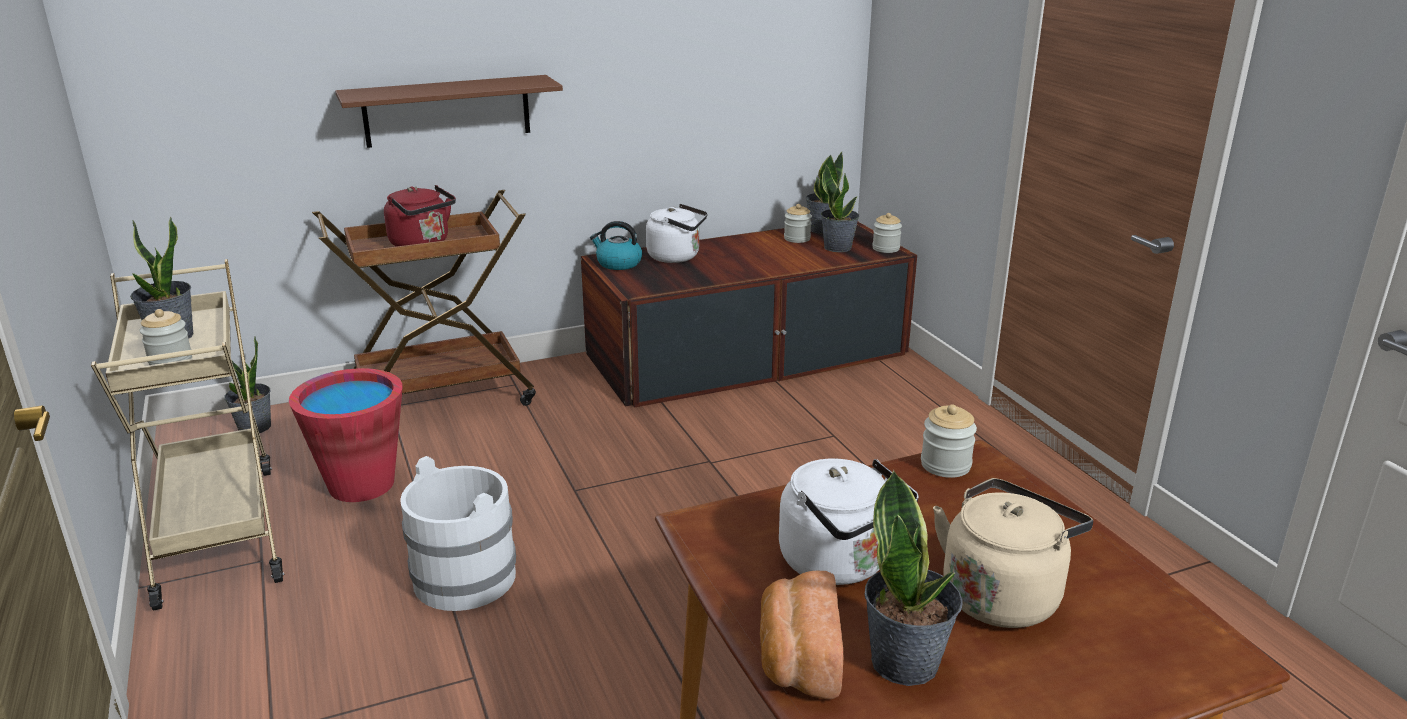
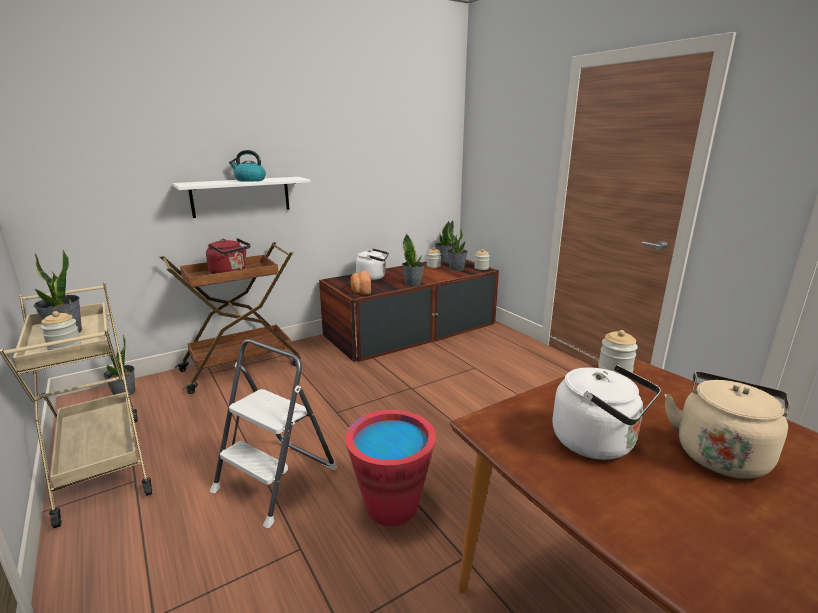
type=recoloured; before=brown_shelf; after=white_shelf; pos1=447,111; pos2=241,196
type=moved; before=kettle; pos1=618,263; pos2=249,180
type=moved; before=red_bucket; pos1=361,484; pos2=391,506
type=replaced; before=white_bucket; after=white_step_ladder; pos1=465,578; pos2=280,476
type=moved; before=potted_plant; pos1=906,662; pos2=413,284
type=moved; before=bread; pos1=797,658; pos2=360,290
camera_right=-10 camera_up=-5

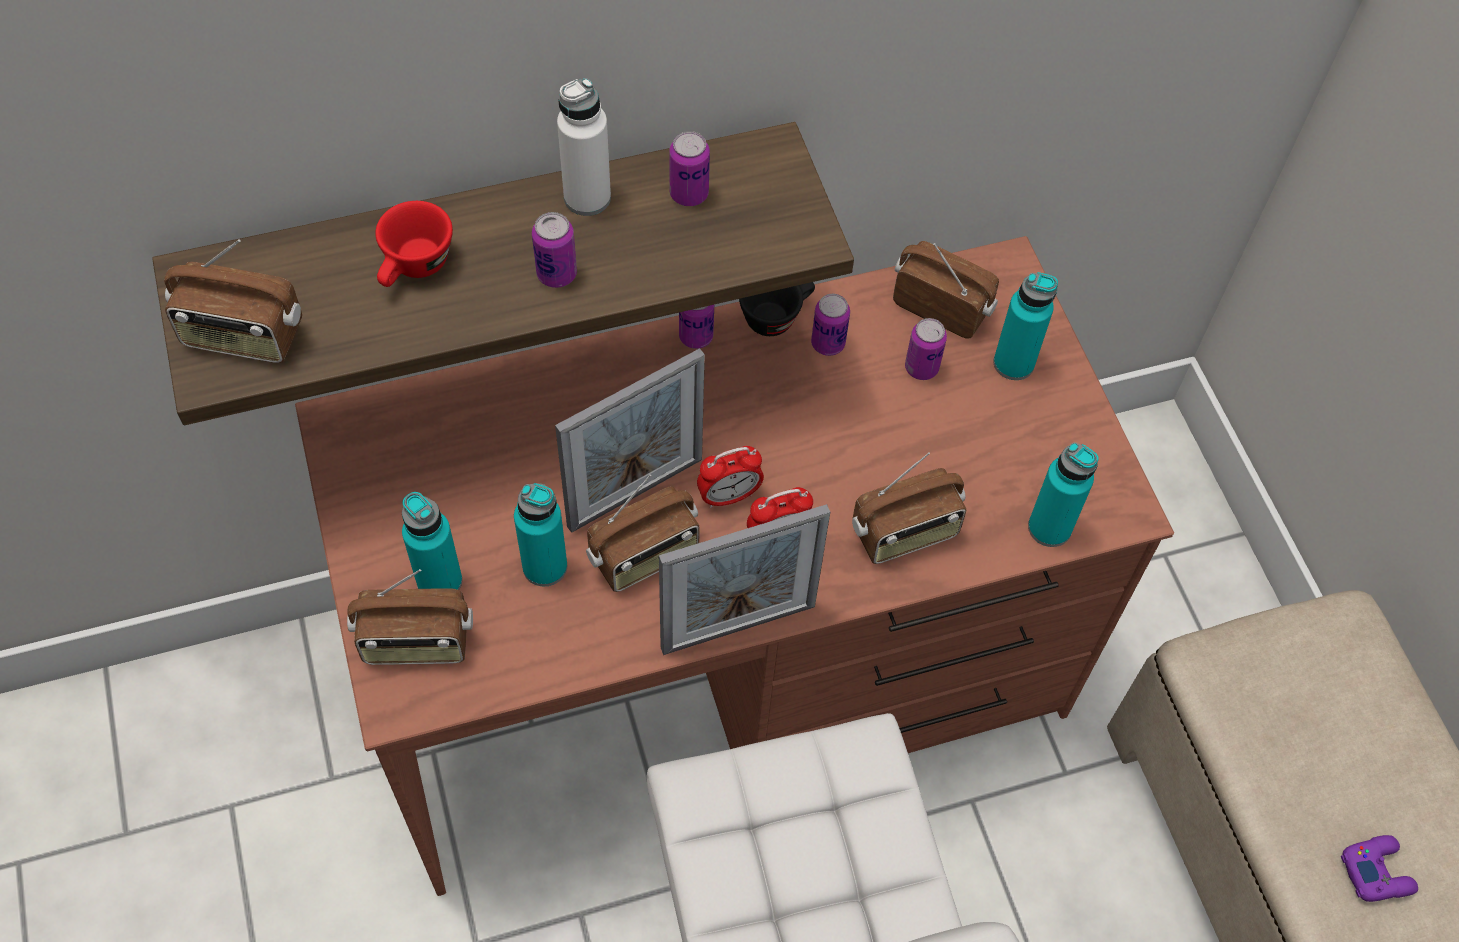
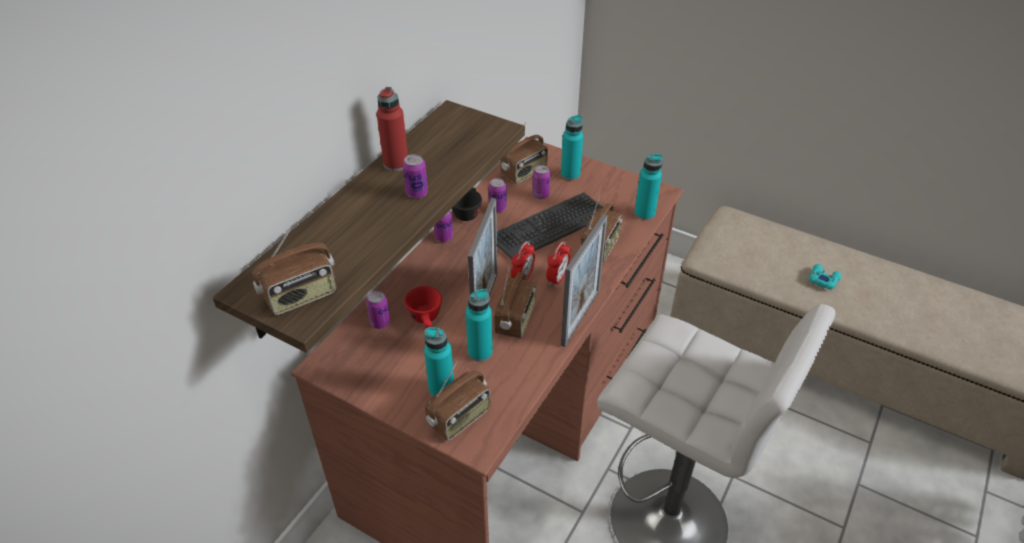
type=recoloured; before=white_bottle; after=red_bottle; pos1=587,198; pos2=396,164
type=moved; before=can; pos1=689,194; pos2=380,322
type=moved; before=red_cup; pos1=414,268; pos2=426,319
type=turned; before=radio; pos1=941,307; pos2=524,173; turn=150
type=recoloured; before=purple_game_controller; after=turquoise_game_controller; pos1=1377,871; pos2=823,279
type=added; after=keyboard; pos2=549,226
camera_right=-40 camera_up=-15

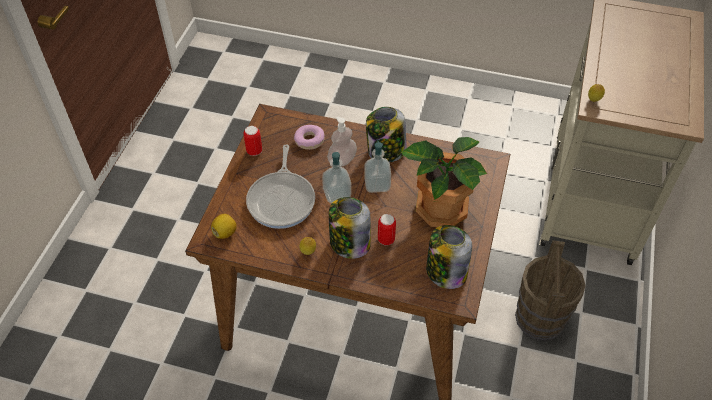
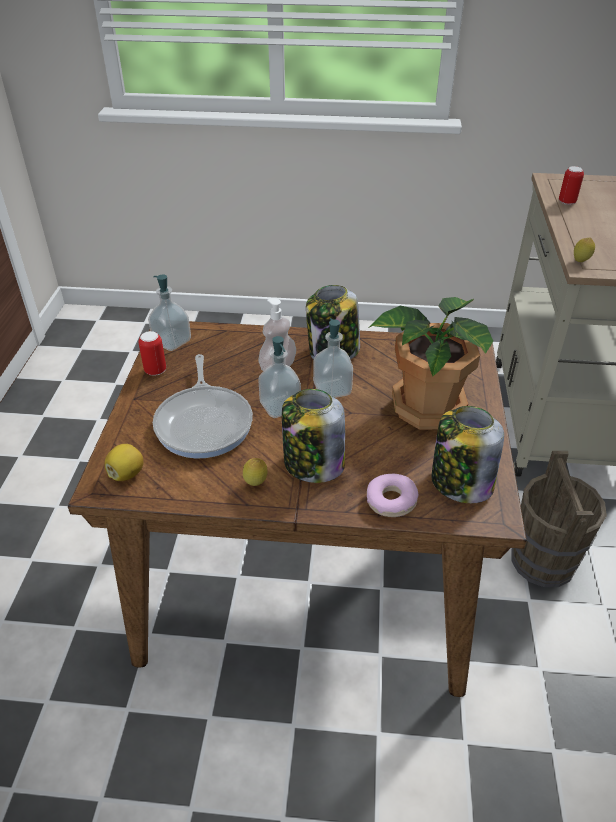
type=moved; before=donut; pos1=309,140; pos2=391,501
type=moved; before=can; pos1=386,239; pos2=567,202
type=added; after=soap_dispenser; pos2=172,341
camera_right=-10 camera_up=-10

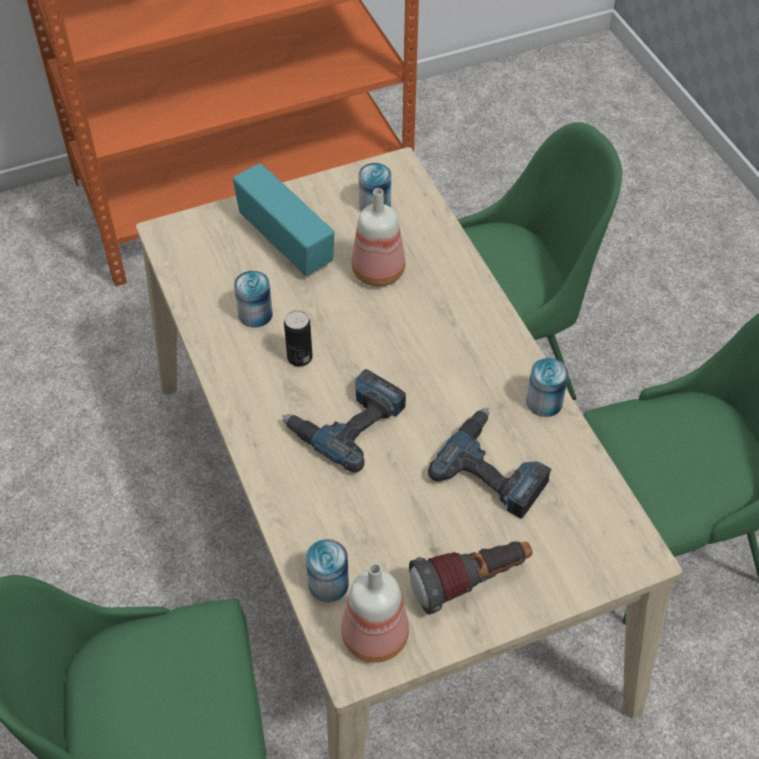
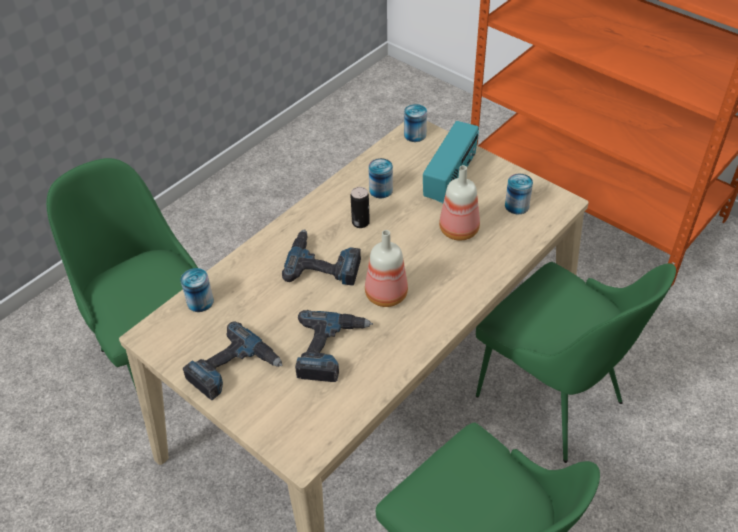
type=moved; before=can; pos1=544,402; pos2=415,135
type=replaced; before=flashlight; after=power_drill; pos1=471,582; pos2=233,369
type=moved; before=bottle; pos1=376,638; pos2=385,295
camera_right=65 camera_up=-5

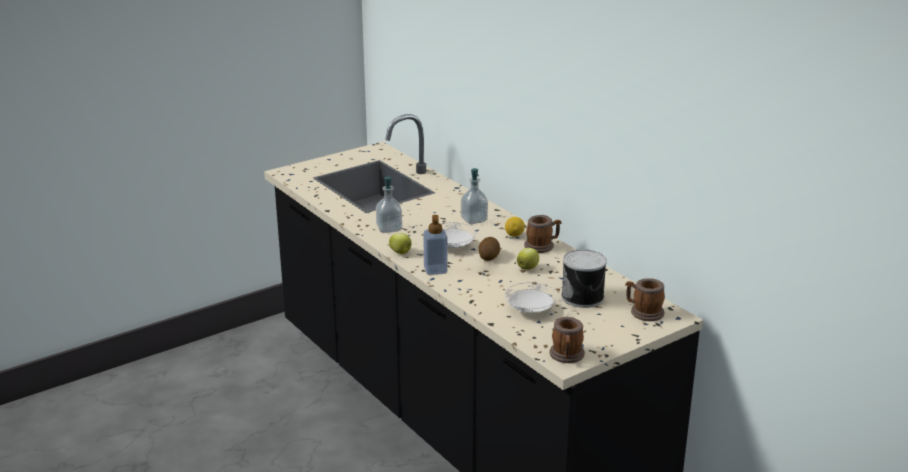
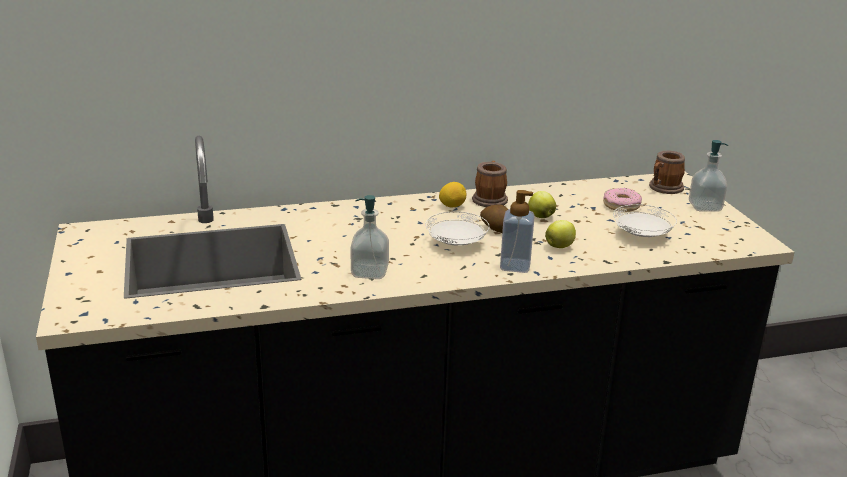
type=moved; before=soap_dispenser; pos1=474,219; pos2=705,207
type=moved; before=apple; pos1=401,253; pos2=560,246
type=replaced; before=can; after=donut; pos1=583,297; pos2=621,205
type=removed; before=mug; pos1=567,356
camera_right=-70 camera_up=0

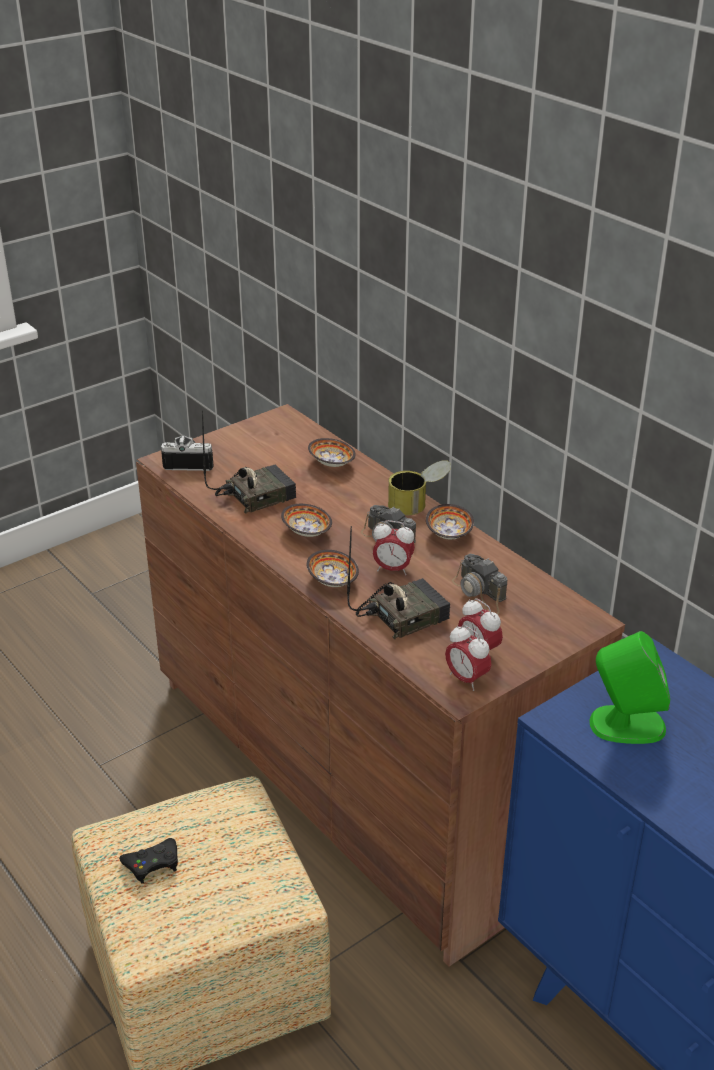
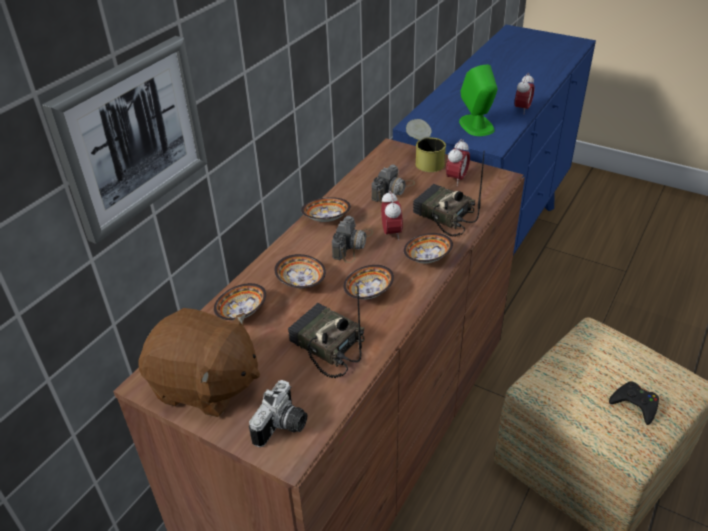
type=turned; before=photo_camera; pos1=189,462; pos2=283,427; turn=-135
type=moved; before=can; pos1=418,504; pos2=425,160
type=moved; before=alarm_clock; pos1=466,679; pos2=522,109
type=added; after=picture; pos2=132,136
type=added; after=bowl; pos2=301,282
type=added; after=brown_plush_toy; pos2=205,385
camera_right=-110 camera_up=5

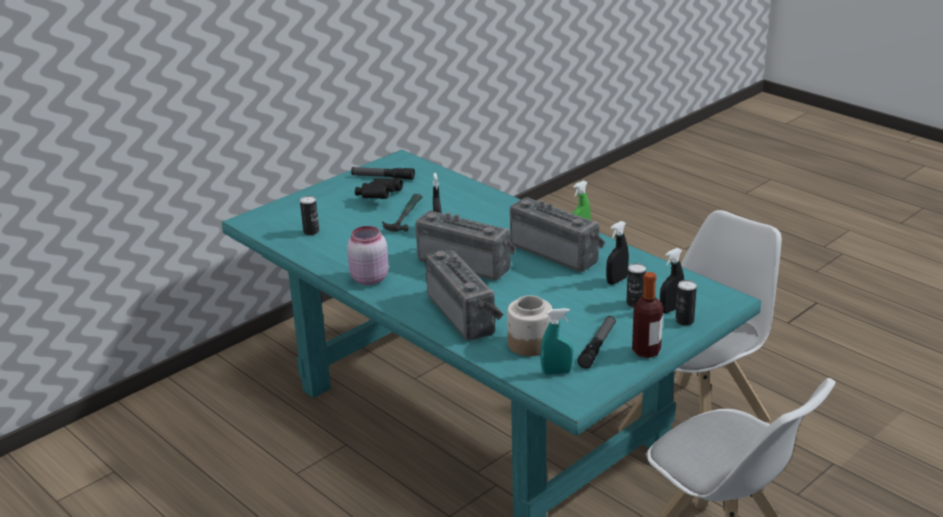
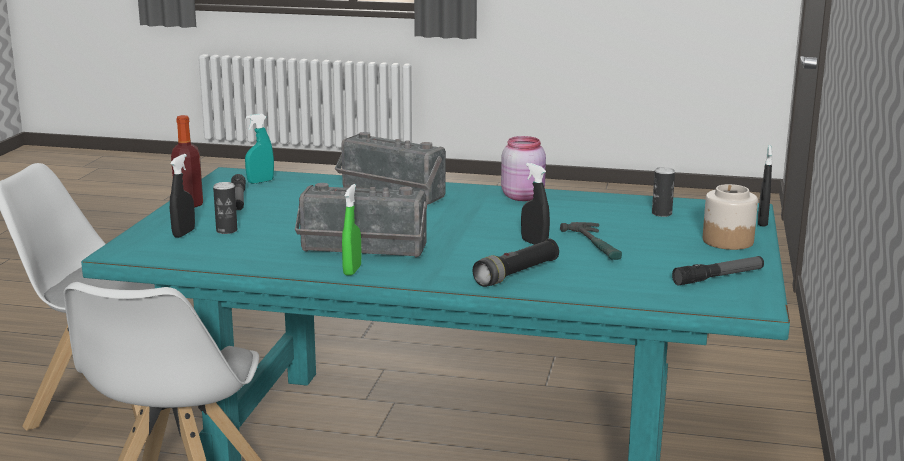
type=removed; before=black_binoculars; pos1=378,197
type=removed; before=radio; pos1=466,262
type=moved; before=black_spray_bottle; pos1=616,280; pos2=762,222
type=removed; before=can; pos1=684,321
type=moved; before=jar; pos1=529,344; pos2=727,241
type=added; after=black_flashlight; pos2=516,274
camera_right=145 camera_up=-10

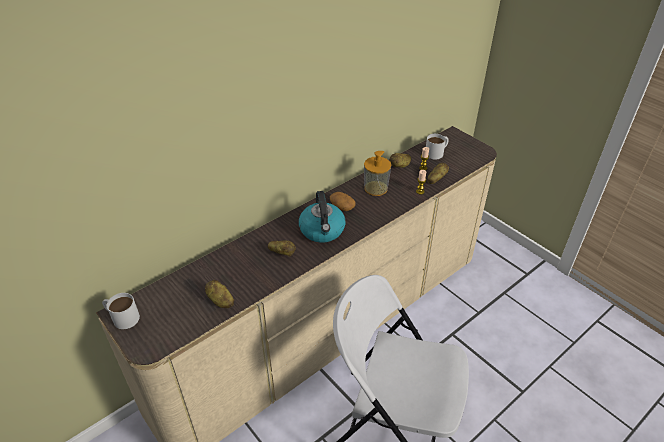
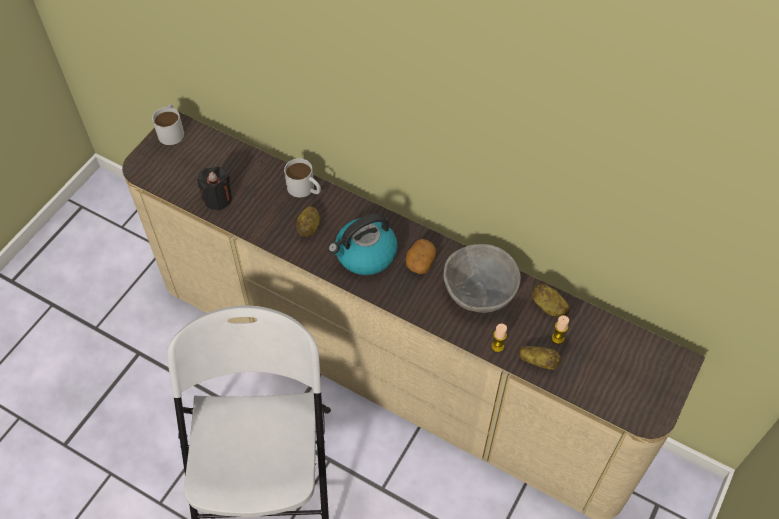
type=moved; before=white_mug; pos1=437,152; pos2=305,189
type=replaced; before=soap_dispenser; after=grey_bowl; pos1=376,188; pos2=479,290
type=replaced; before=potato; after=black_candle; pos1=220,301; pos2=217,199
camera_right=70 camera_up=15

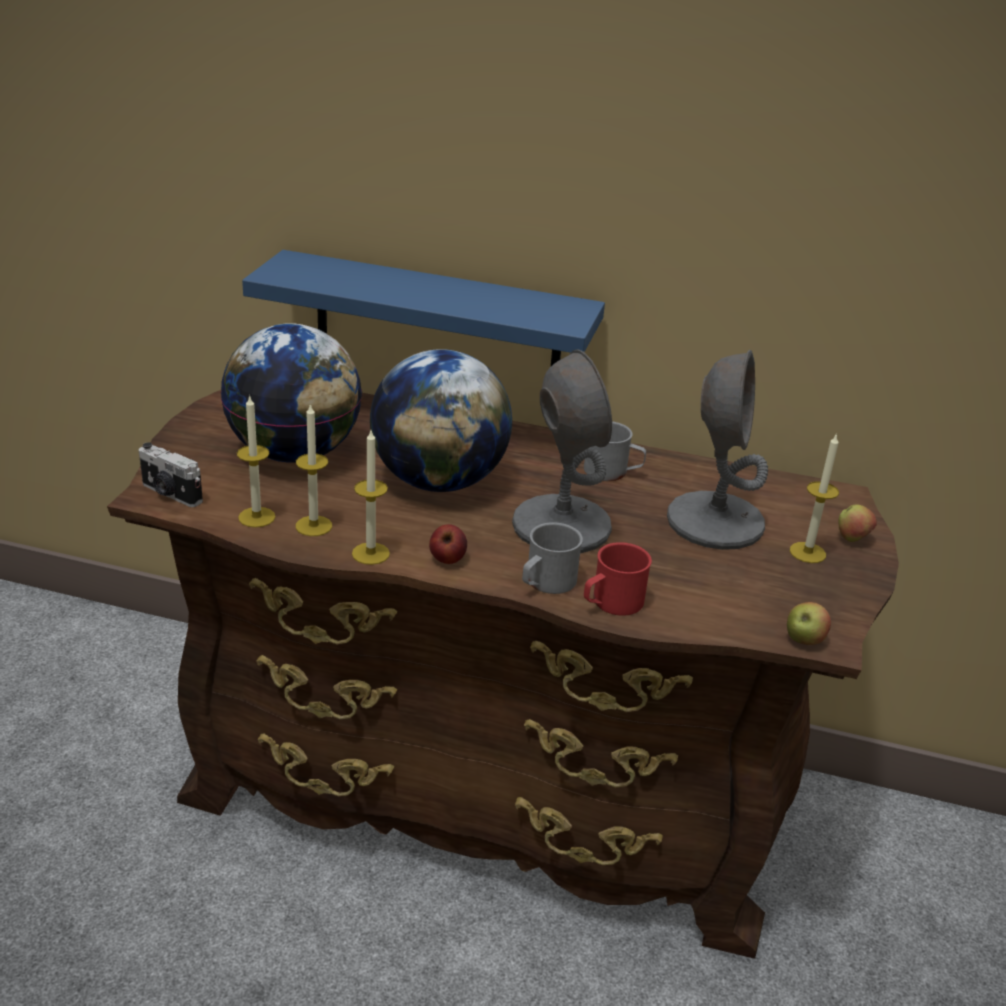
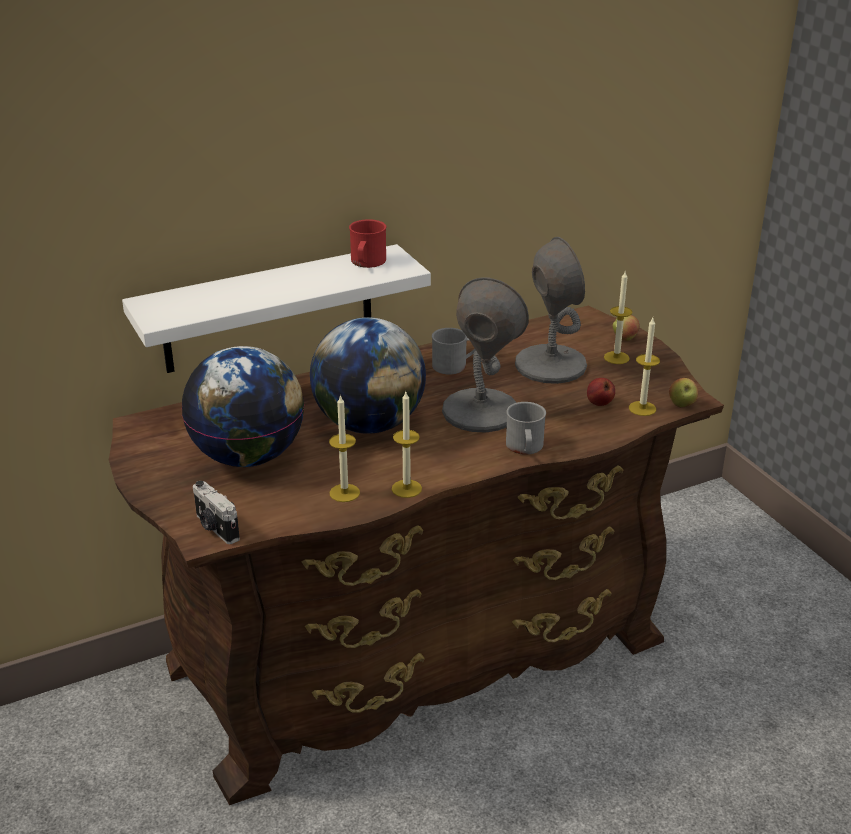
type=recoloured; before=blue_shelf; after=white_shelf; pos1=437,322; pos2=269,309
type=moved; before=candle; pos1=256,517; pos2=642,408
type=turned; before=photo_camera; pos1=170,494; pos2=215,528; turn=60
type=moved; before=apple; pos1=447,559; pos2=599,403
type=moved; before=red_mug; pos1=611,603; pos2=367,263
camera_right=-40 camera_up=0

